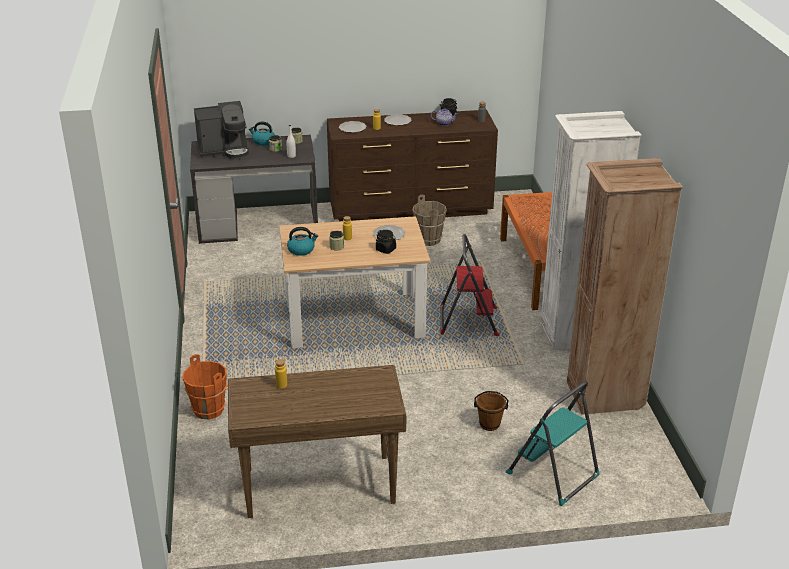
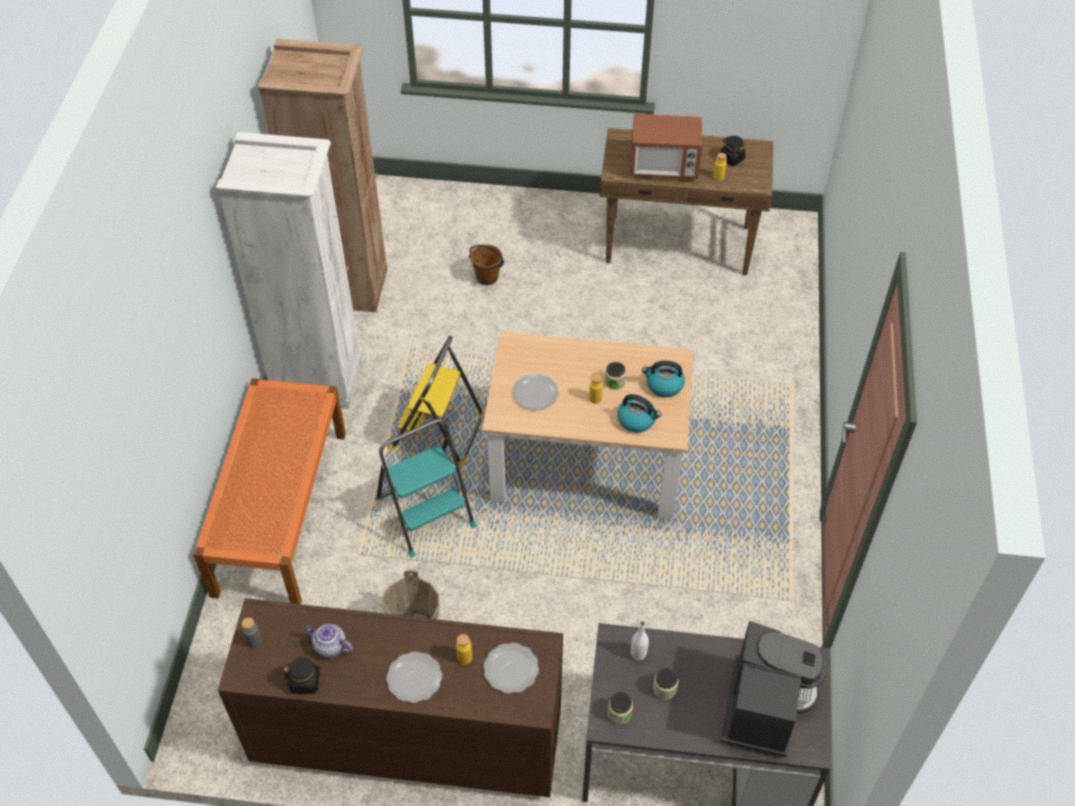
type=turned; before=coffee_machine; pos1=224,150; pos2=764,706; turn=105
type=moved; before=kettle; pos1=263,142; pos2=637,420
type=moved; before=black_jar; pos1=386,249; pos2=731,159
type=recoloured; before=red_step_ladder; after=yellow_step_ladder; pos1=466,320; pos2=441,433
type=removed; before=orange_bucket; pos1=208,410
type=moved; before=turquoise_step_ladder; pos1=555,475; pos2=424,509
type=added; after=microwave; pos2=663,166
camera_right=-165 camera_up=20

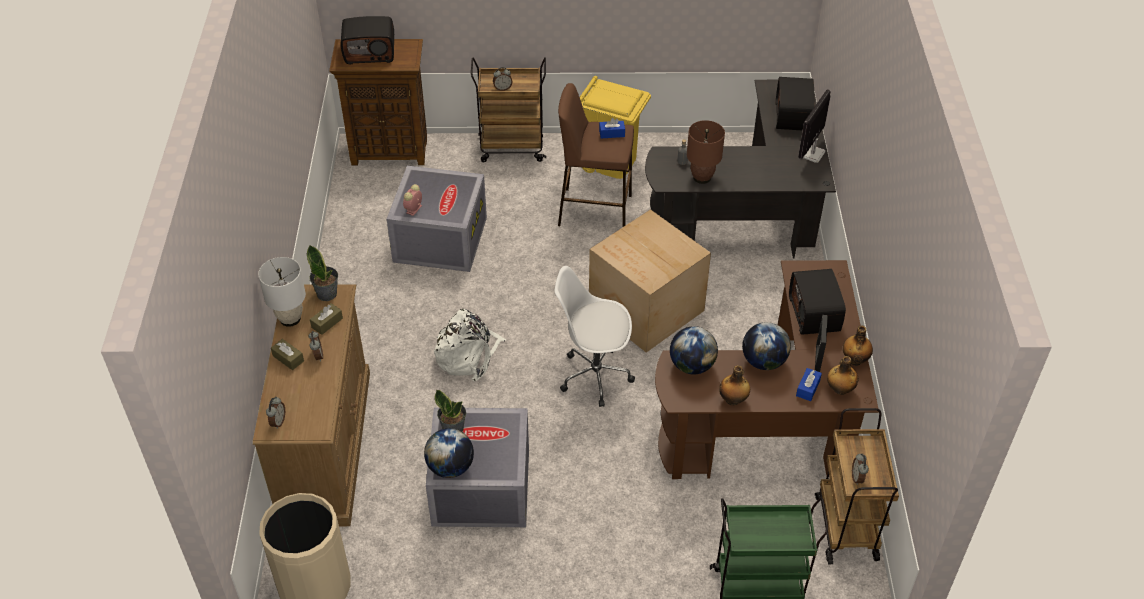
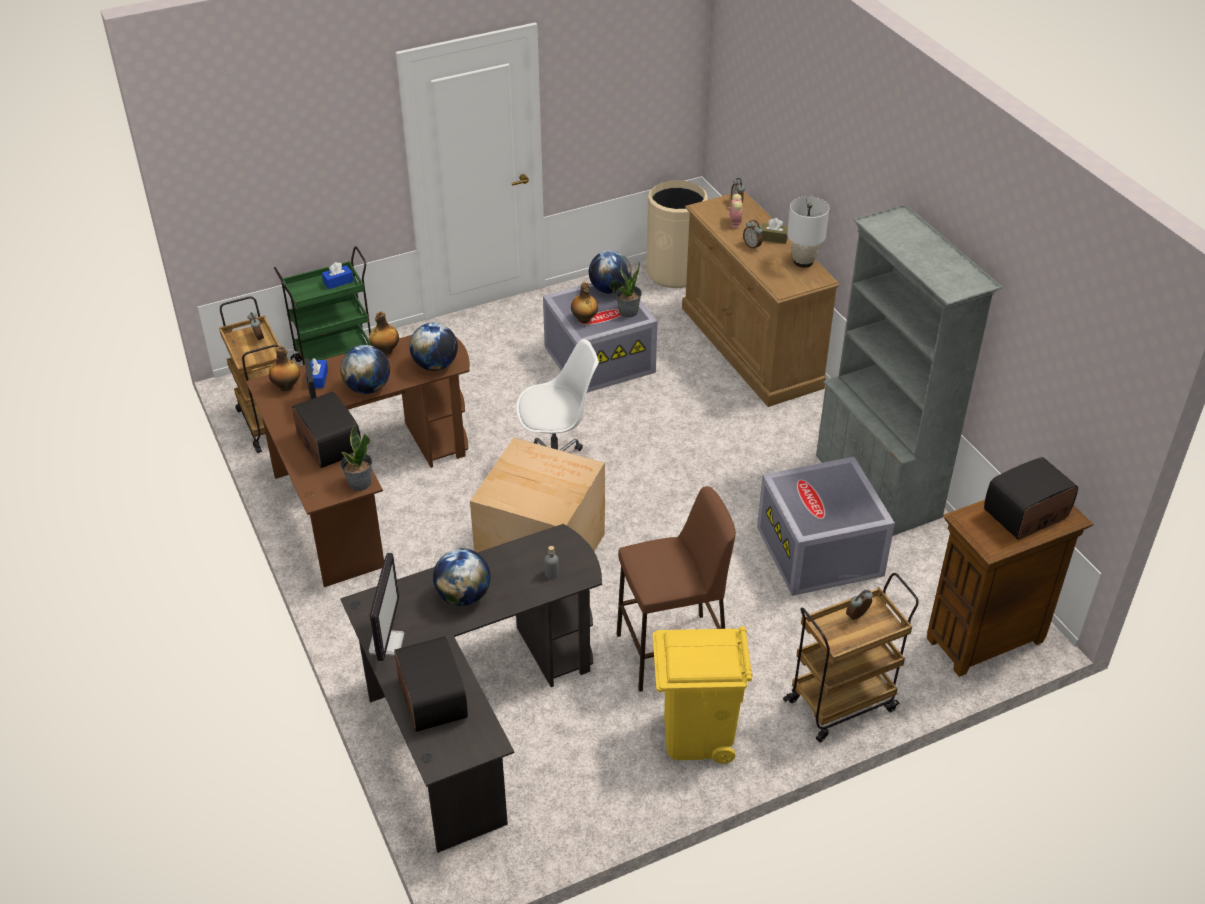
type=moved; before=blue_tissue_box; pos1=612,133; pos2=338,282
type=removed; before=brown_table_lamp; pos1=702,177
type=moved; before=alarm_clock; pos1=413,210; pos2=735,222
type=moved; before=potted_plant; pos1=327,293; pos2=359,483
type=removed; before=brown_tissue_box; pos1=327,323
type=removed; before=white_backpack; pos1=468,355
type=moved; before=bottle; pos1=855,360; pos2=584,319
type=added; after=grey_bookcase; pos2=879,486
type=added; after=globe; pos2=463,596
camera_right=155 camera_up=-5

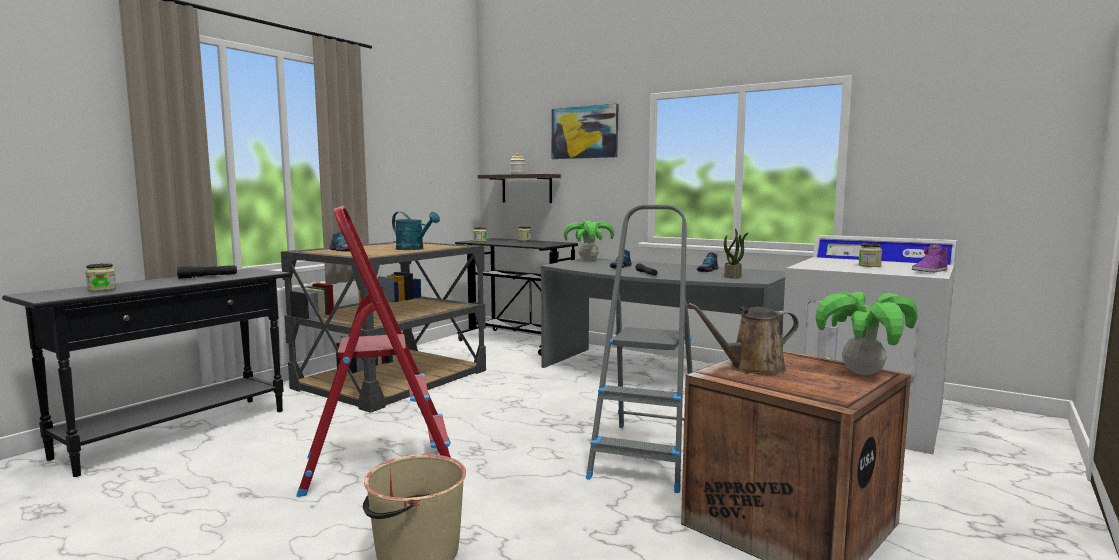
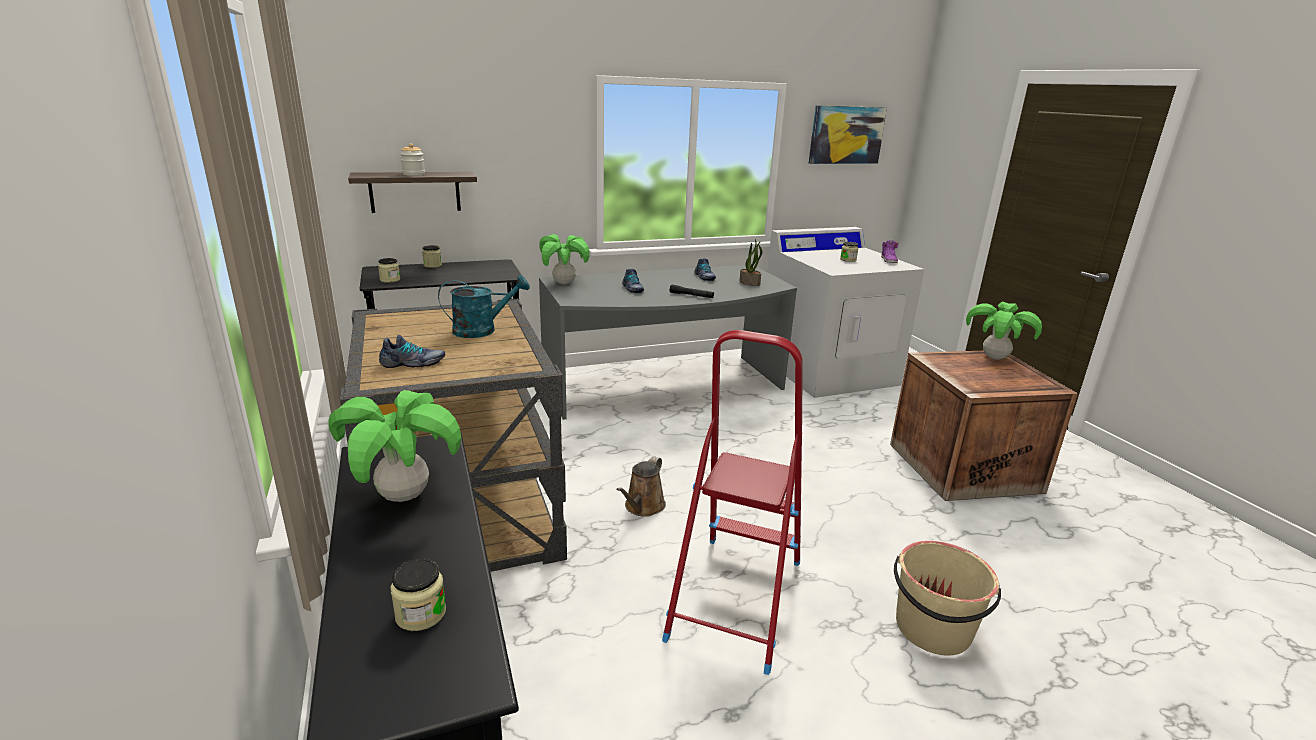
type=moved; before=picture; pos1=584,132; pos2=846,135
type=removed; before=grey_step_ladder; pos1=645,455
type=replaced; before=black_flashlight; after=potted_plant; pos1=208,276; pos2=404,496
type=moved; before=brown_watering_can; pos1=752,368; pos2=643,507
camera_right=-55 camera_up=15

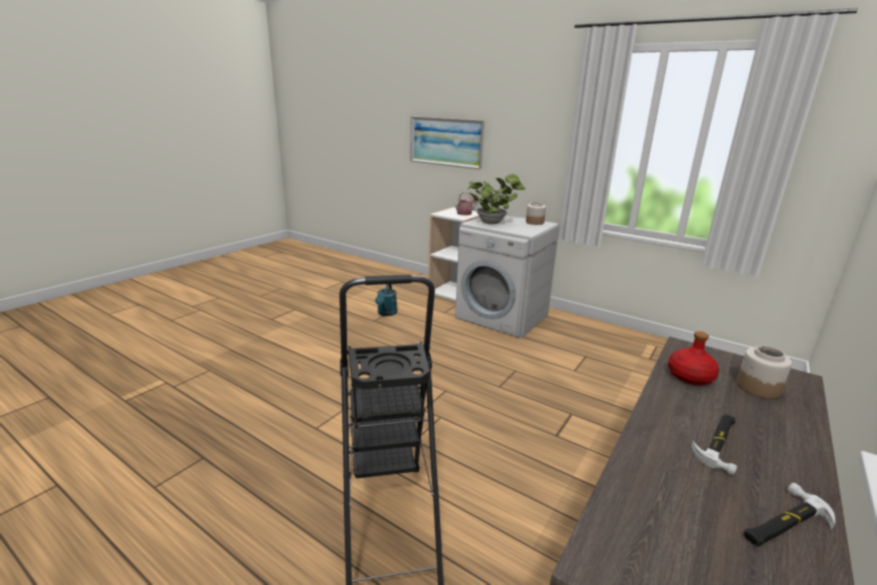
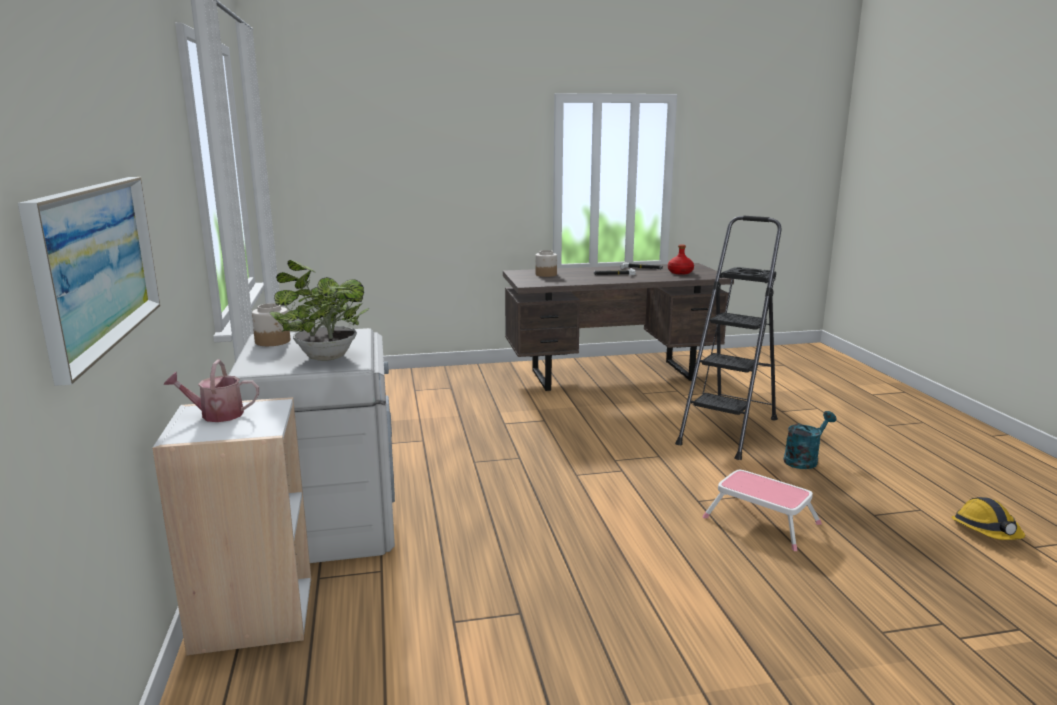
type=moved; before=turquoise_watering_can; pos1=386,313; pos2=804,460
type=moved; before=red_bottle; pos1=690,377; pos2=680,272
type=added; after=pink_step_ladder; pos2=761,520
type=added; after=hard_hat; pos2=986,531
camera_right=-135 camera_up=-5

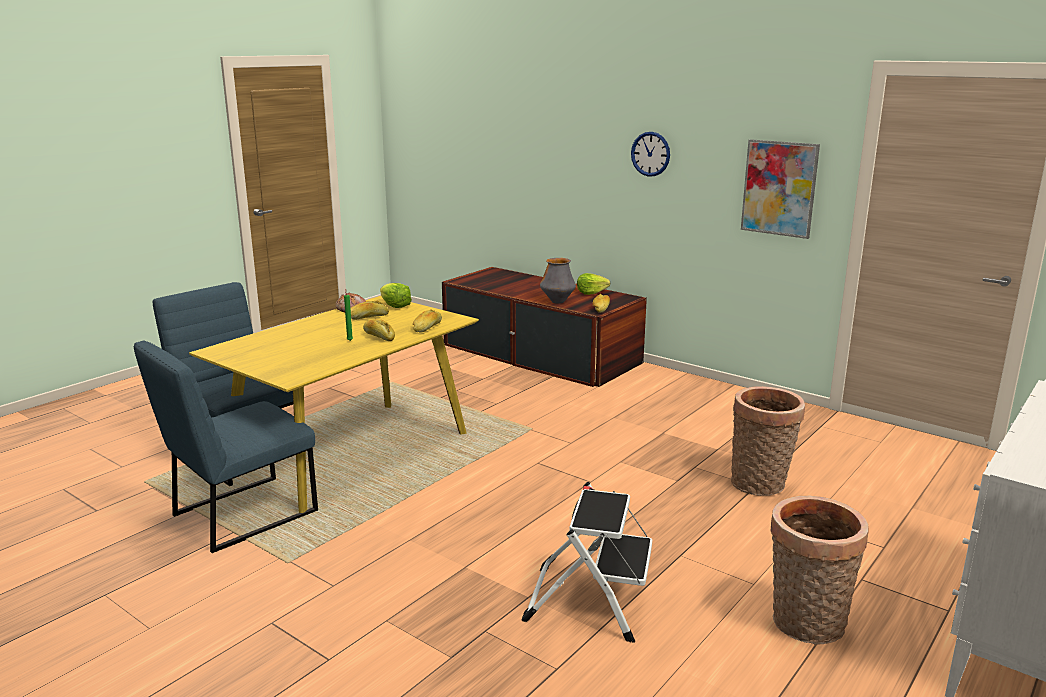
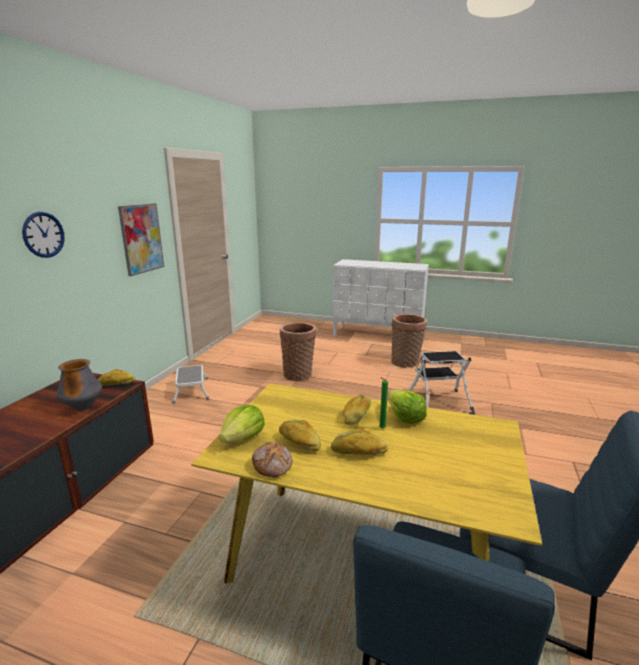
type=moved; before=lettuce; pos1=591,293; pos2=404,417
type=moved; before=bread; pos1=427,328; pos2=359,452
type=added; after=grey_step_ladder; pos2=191,390
camera_right=-110 camera_up=0

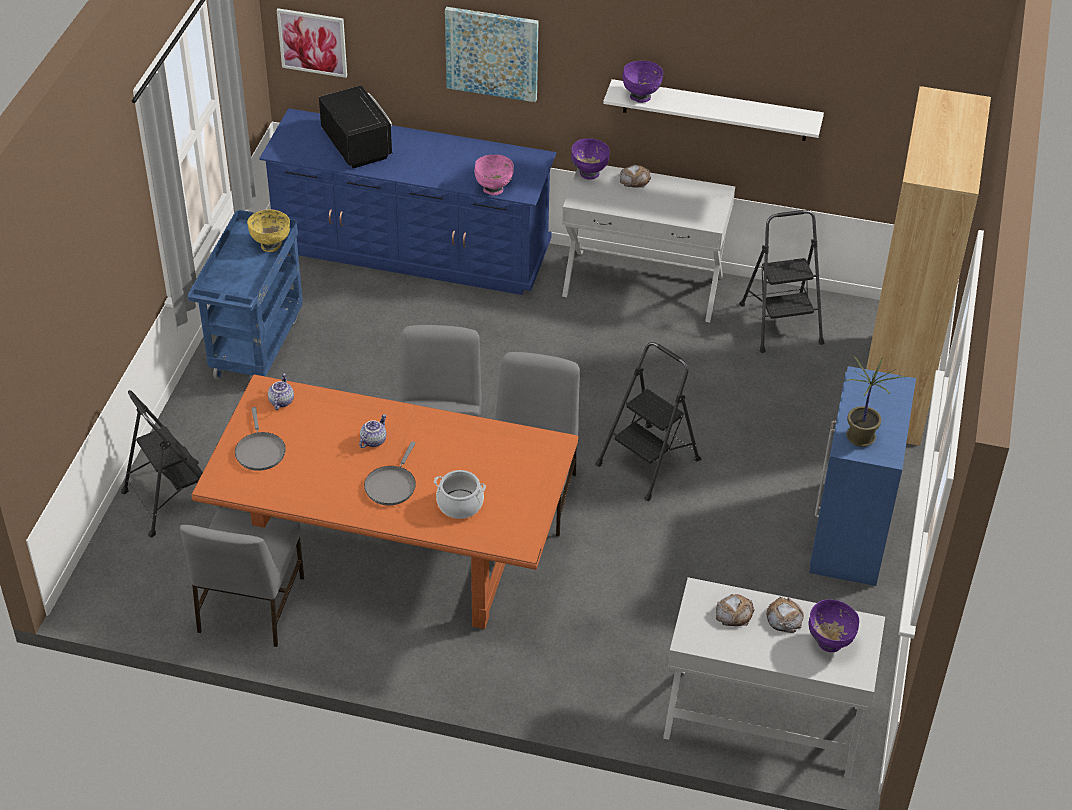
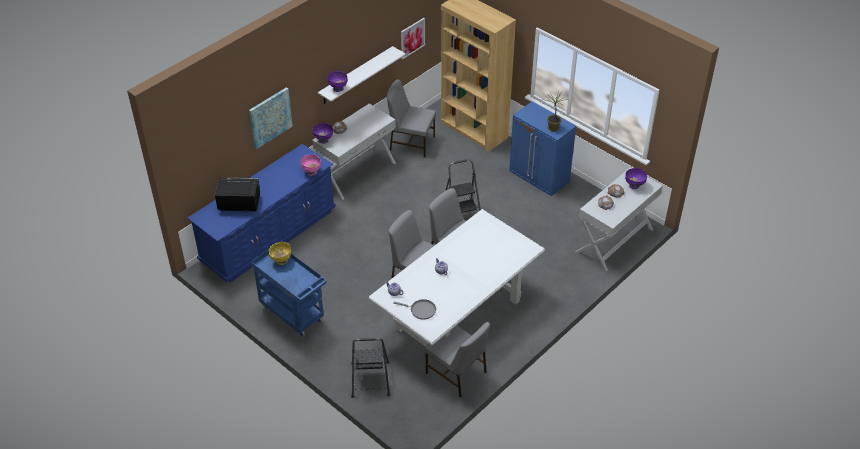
type=moved; before=picture; pos1=312,42; pos2=412,38
type=replaced; before=black_step_ladder; after=grey_chair; pos1=780,321; pos2=411,143
type=recoloured; before=orange_dining_table; after=white_dining_table; pos1=391,552; pos2=457,314
type=removed; before=grey_frying_pan; pos1=391,485
type=removed; before=cooking_pot; pos1=460,504
camera_right=-60 camera_up=0

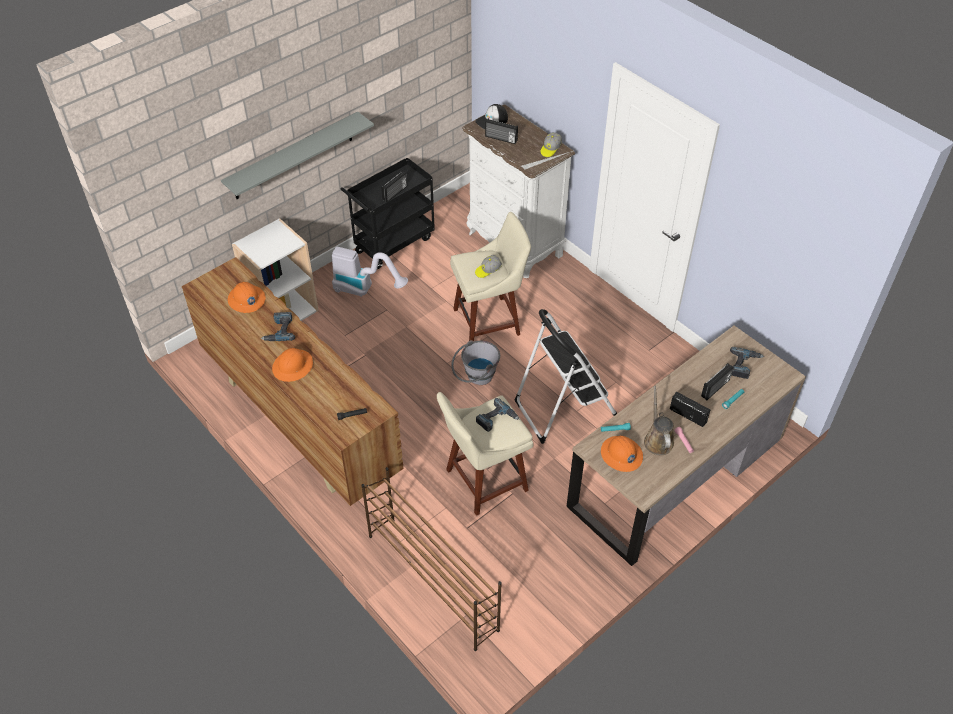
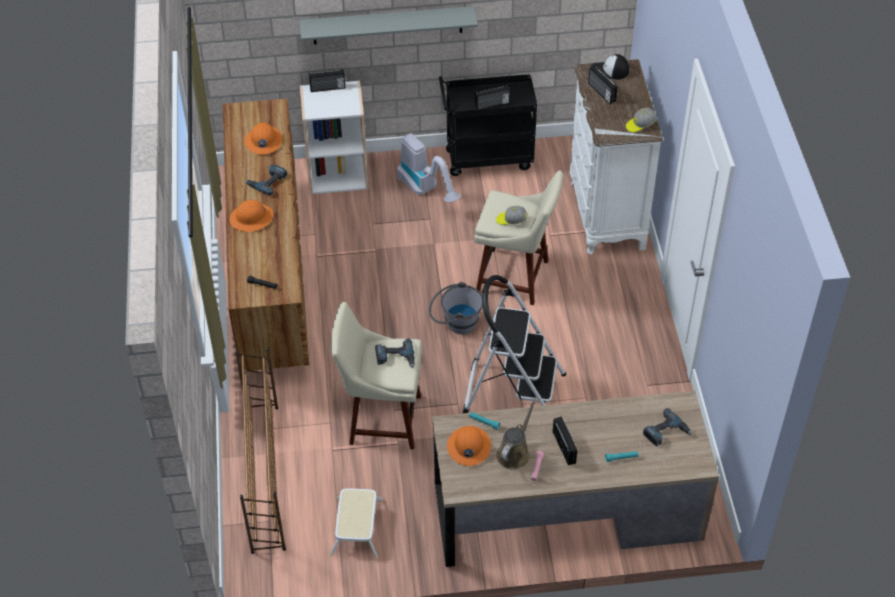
type=moved; before=radio; pos1=716,388; pos2=327,88
type=added; after=beige_step_ladder; pos2=356,527
camera_right=35 camera_up=0

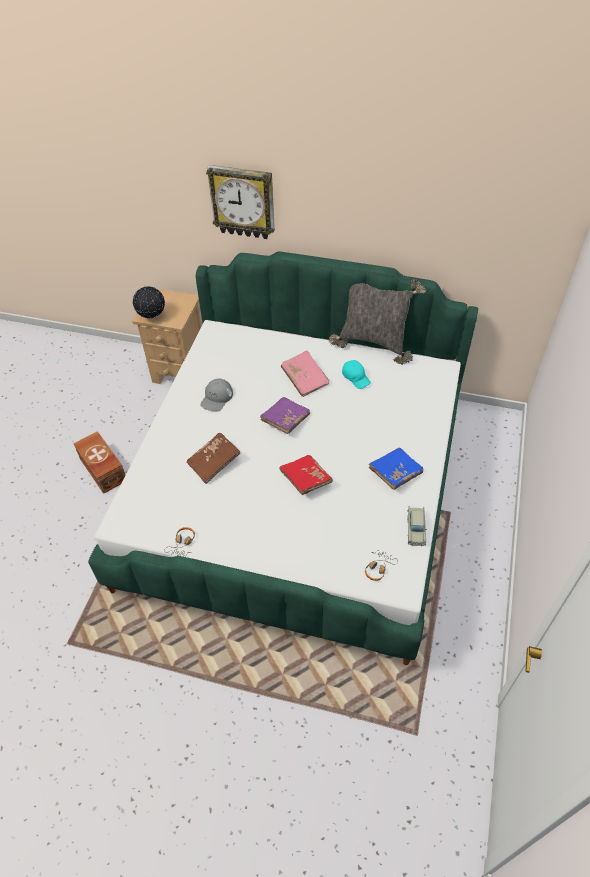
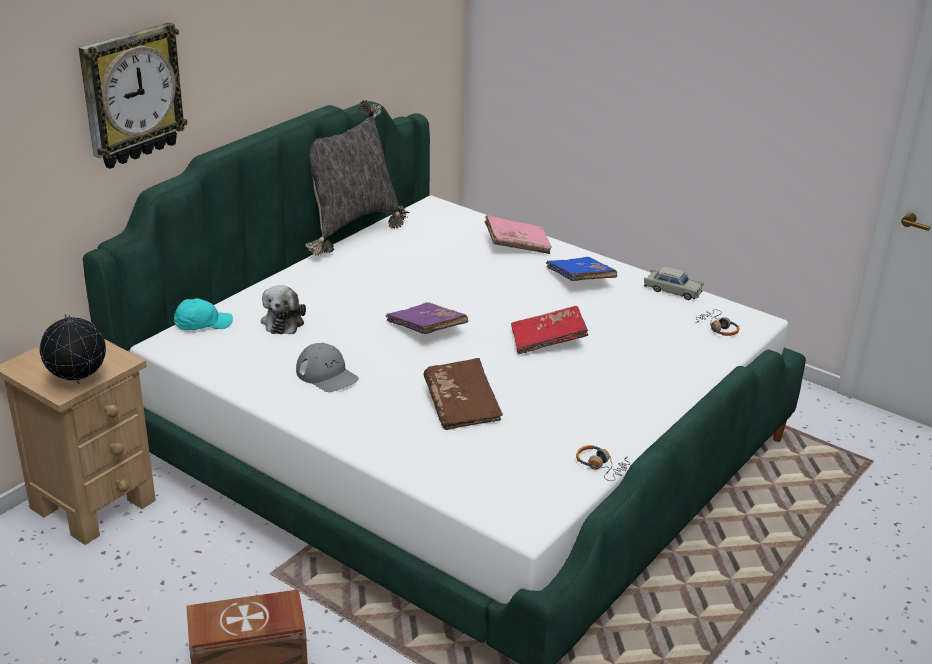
type=moved; before=pink_book; pos1=305,379; pos2=517,245
type=moved; before=turquoise_cap; pos1=356,377; pos2=202,324
type=added; after=plush_toy; pos2=283,321
camera_right=-70 camera_up=-20

